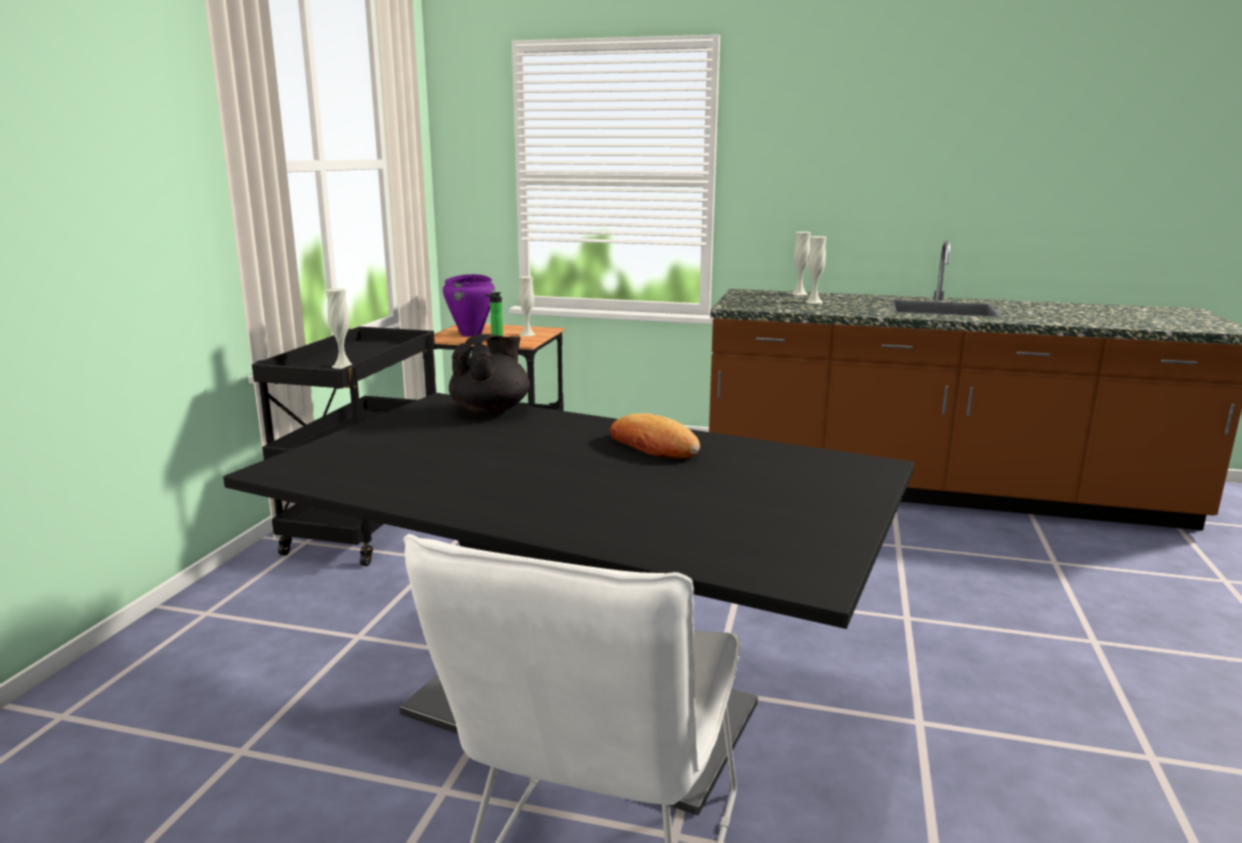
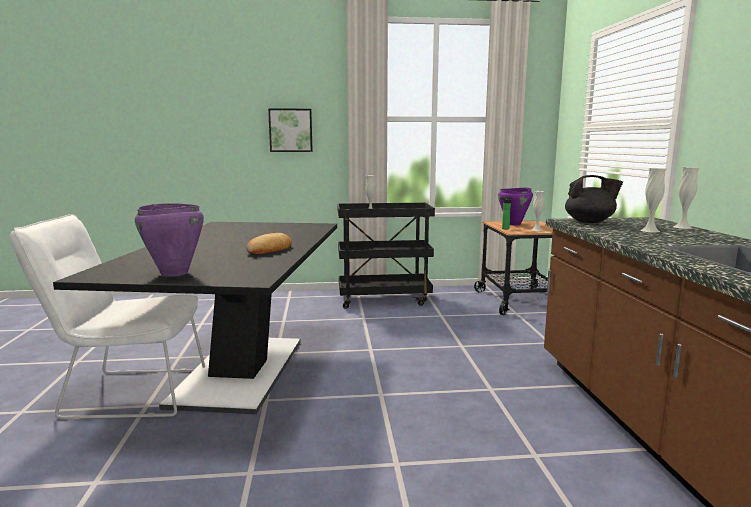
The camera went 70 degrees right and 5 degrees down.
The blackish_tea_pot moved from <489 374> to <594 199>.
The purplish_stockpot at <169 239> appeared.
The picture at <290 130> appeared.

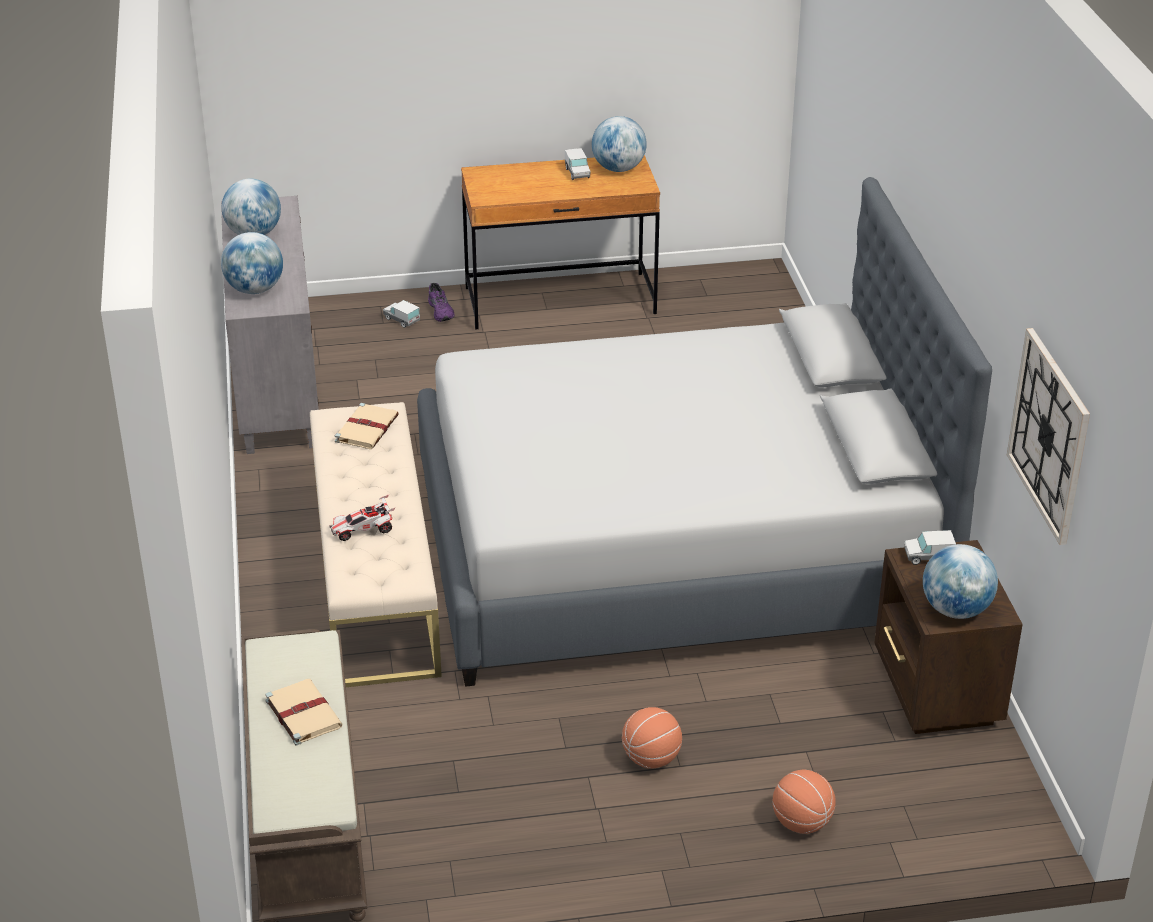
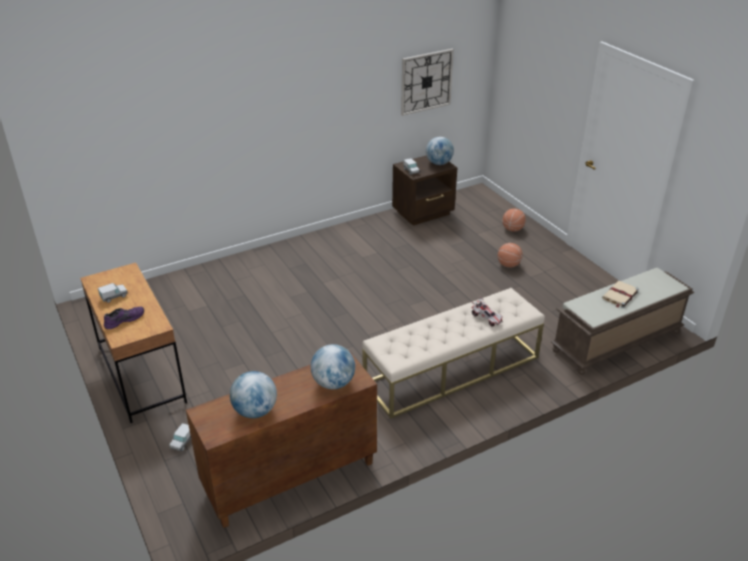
The camera went 110 degrees left and 0 degrees up.
The grey_cabinet at <270 325> became the brown-coloured_cabinet at <281 439>.
The beige-coloured_book at <367 426> disappeared.
The grey_bed at <704 432> disappeared.
The purplish_shoe moved from <441 302> to <124 317>.
The globe at <619 144> disappeared.

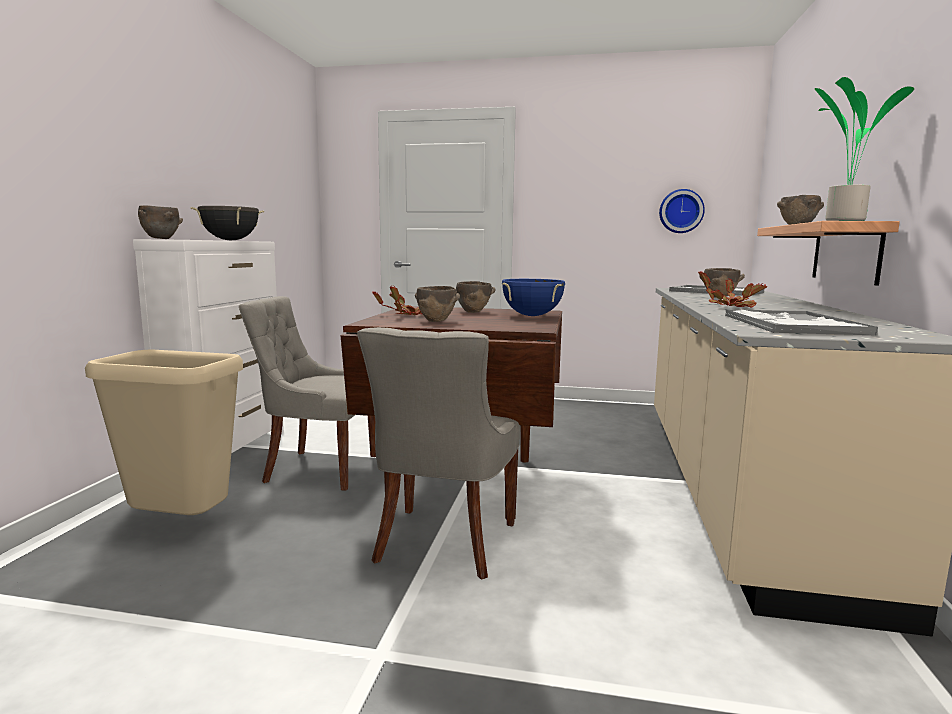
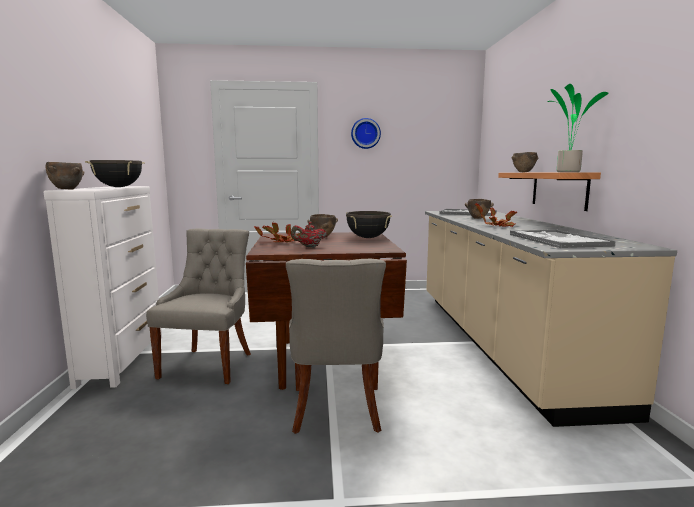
The camera went 15 degrees left and 0 degrees up.
The beige-coloured_rubbish_bin at <164 432> disappeared.
The grey_upright_chair at <307 393> turned 105 degrees clockwise.
The brown-coloured_serving_bowl at <437 304> was replaced by the red_tea_pot at <309 235>.
The bluish_stockpot at <533 297> became the blackish_stockpot at <369 224>.
The clock_on_the_wall moved from <682 211> to <366 133>.

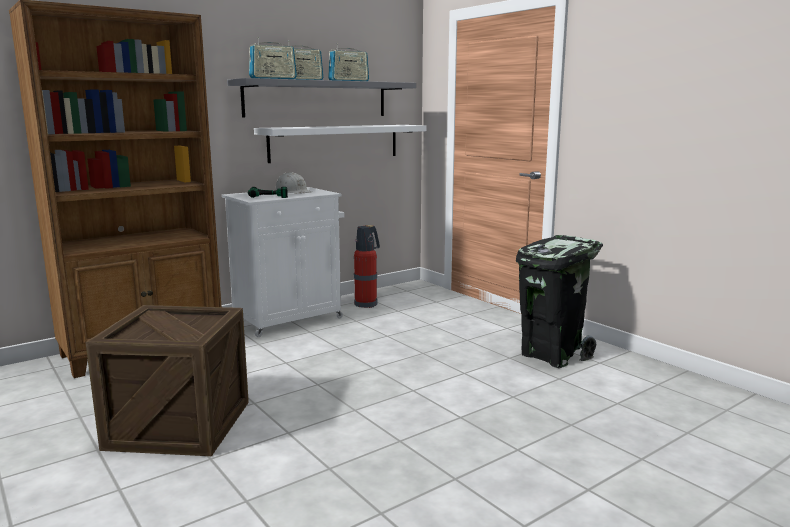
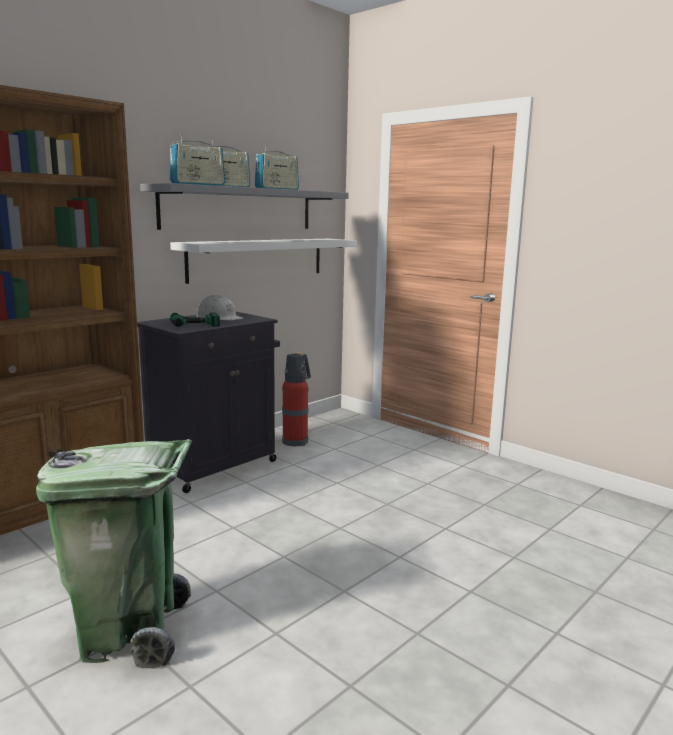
The camera went 10 degrees left and 0 degrees up.
The packing_crate at <167 380> was replaced by the green-coloured_rubbish_bin at <114 554>.
The white-coloured_cabinet at <283 262> became the blackish_cabinet at <208 402>.
The blackish_rubbish_bin at <559 301> disappeared.

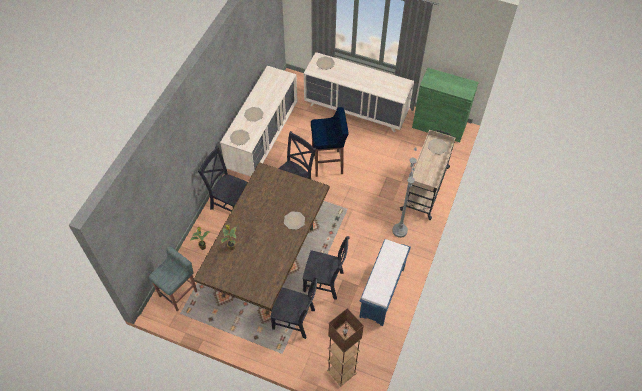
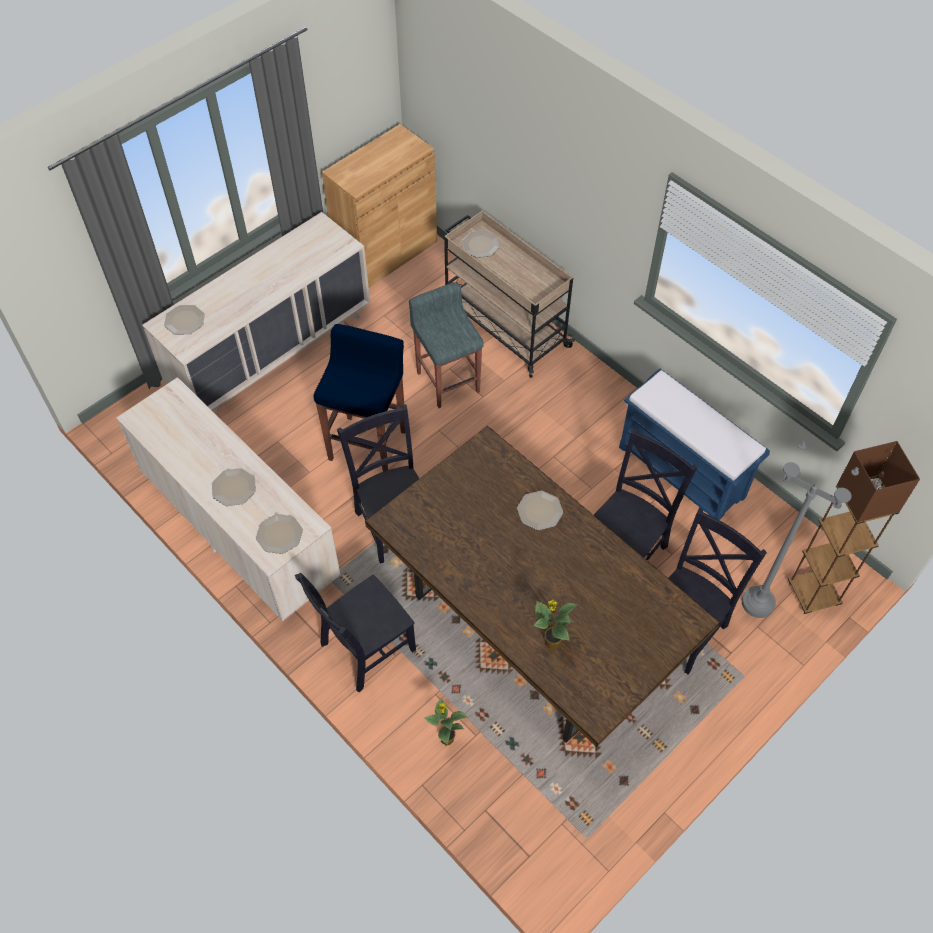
The camera went 65 degrees left and 0 degrees up.
The grey_stool moved from <173 278> to <446 345>.
The grey_floor_lamp moved from <404 192> to <800 529>.
The green-coloured_cabinet at <445 105> became the brown-coloured_cabinet at <379 206>.

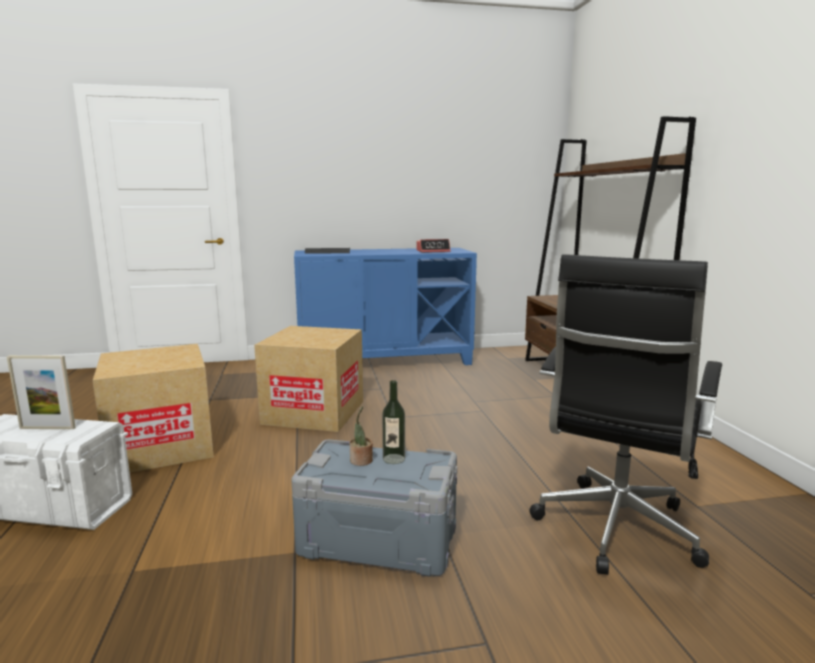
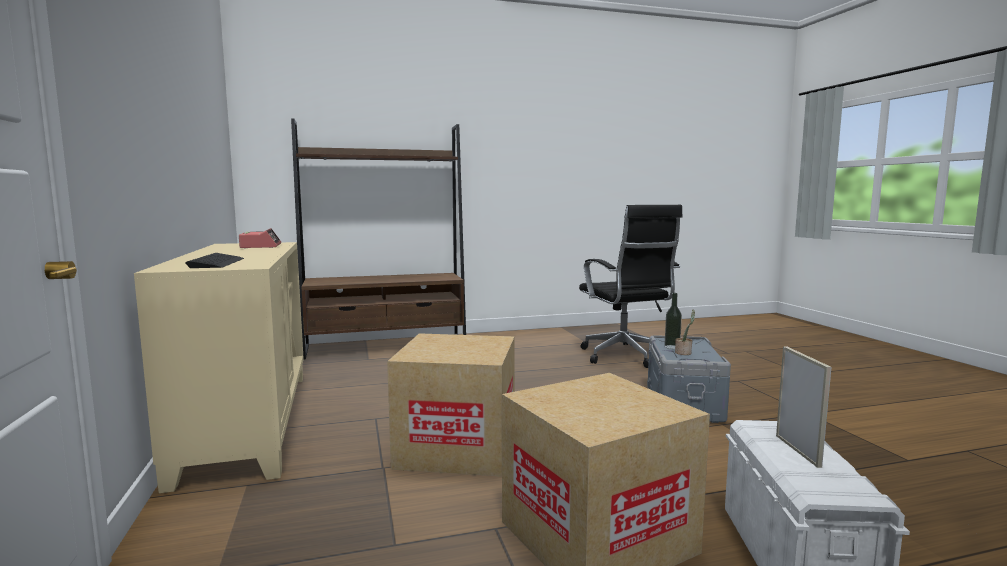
The camera went 95 degrees left and 5 degrees down.
The bluish_cabinet at <385 306> became the beige-coloured_cabinet at <219 367>.
The blackish_desk_chair at <625 414> turned 45 degrees clockwise.

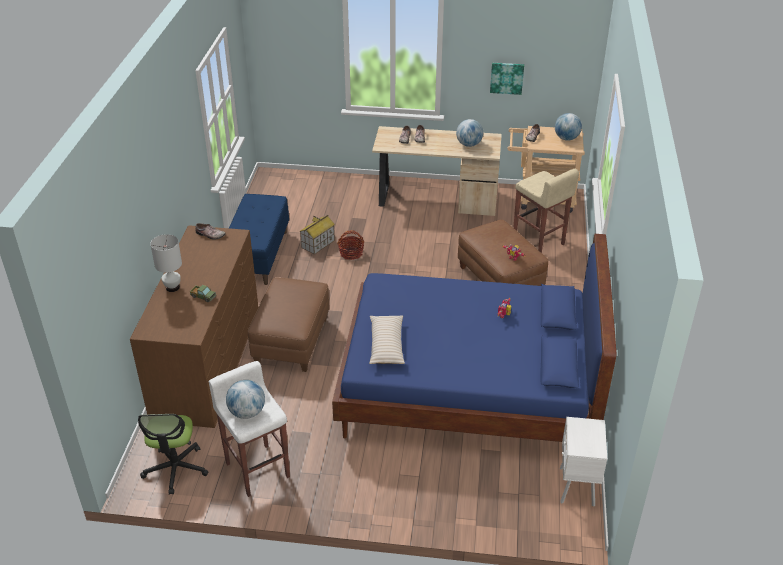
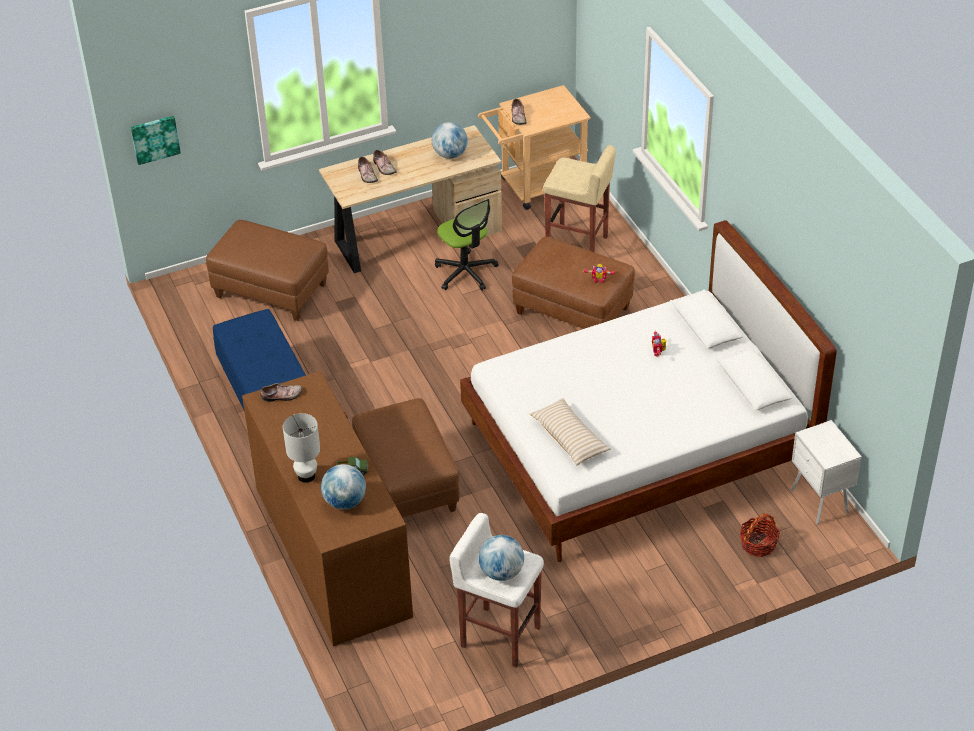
The camera went 30 degrees left and 5 degrees up.
The desk_chair moved from <173 454> to <467 244>.
The miniature_house at <317 235> disappeared.
The bluish_bed at <474 338> became the white-coloured_bed at <648 391>.
The storage_basket moved from <351 245> to <760 535>.
The picture moved from <507 79> to <156 140>.
The globe moved from <568 127> to <343 487>.
The brown-coloured_pouffe at <267 270> appeared.

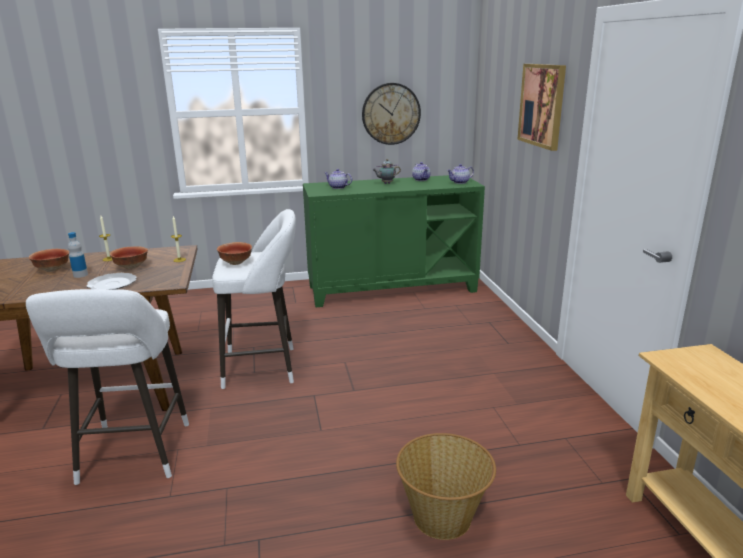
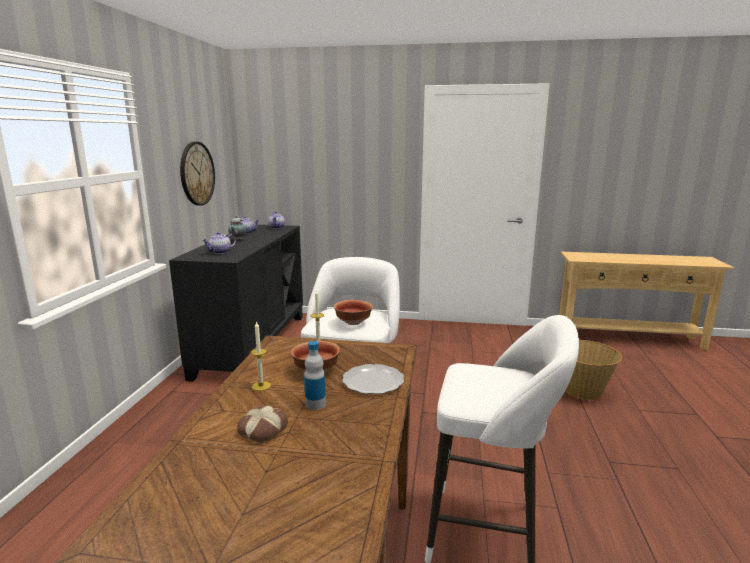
The camera went 70 degrees left and 5 degrees down.
The serving_bowl at <49 260> was replaced by the bread at <262 424>.
The green-coloured_cabinet at <394 241> became the blackish_cabinet at <236 303>.
The picture at <541 107> disappeared.

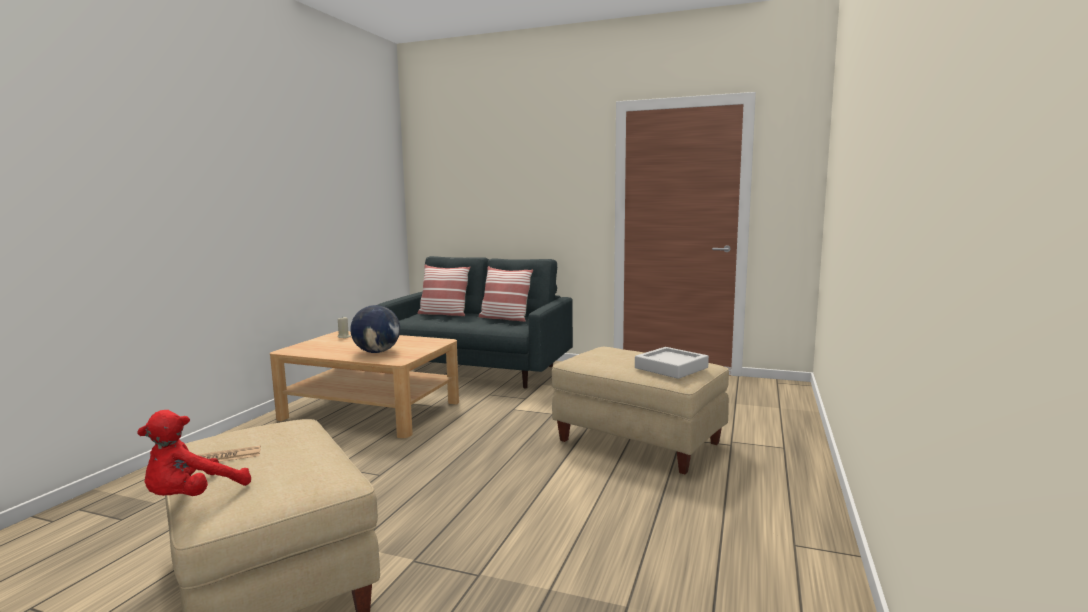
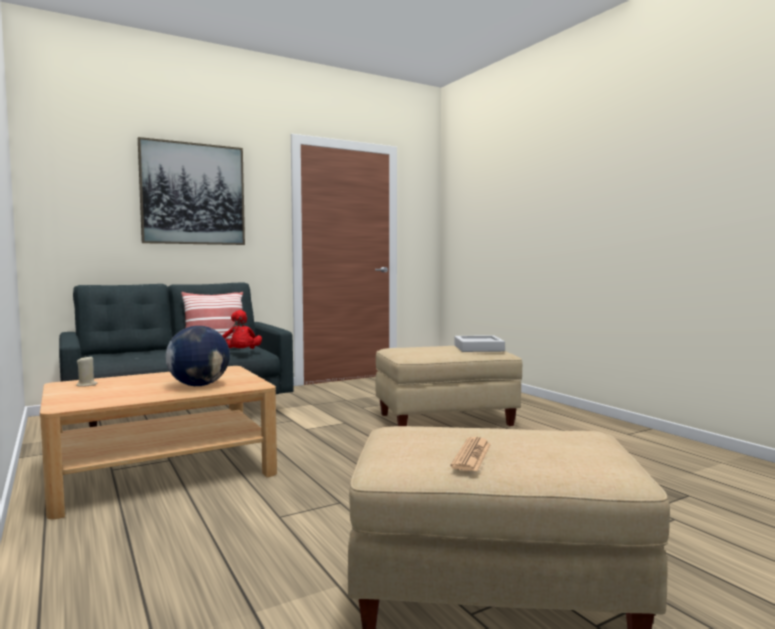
The camera went 50 degrees left and 5 degrees down.
The red_cuddly_toy moved from <194 453> to <242 329>.
The throw_pillow at <444 290> disappeared.
The picture at <191 191> appeared.

